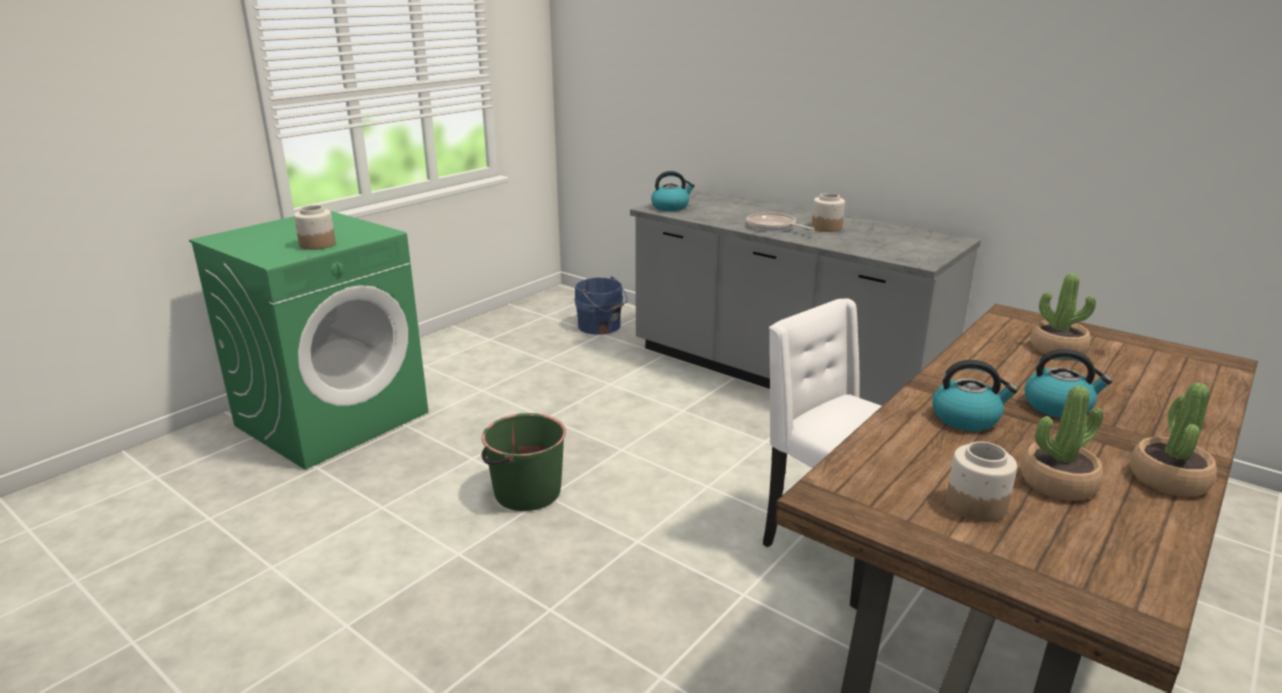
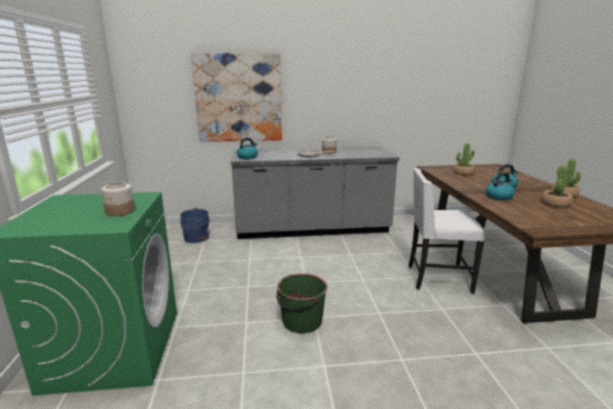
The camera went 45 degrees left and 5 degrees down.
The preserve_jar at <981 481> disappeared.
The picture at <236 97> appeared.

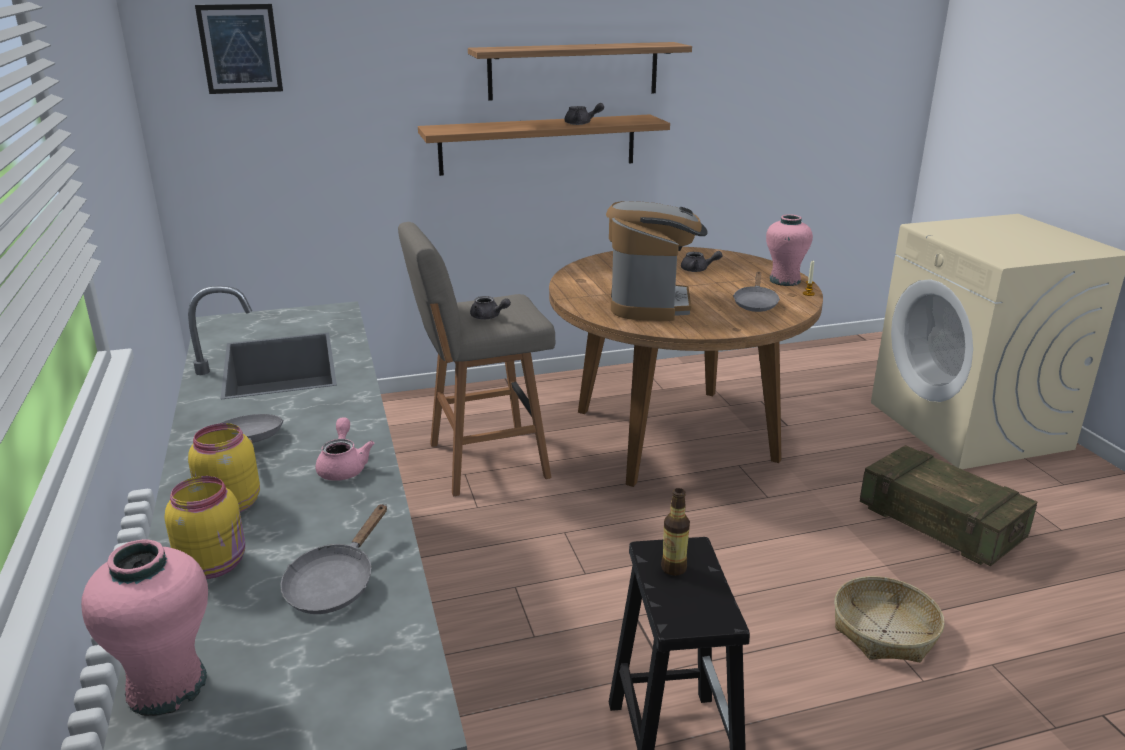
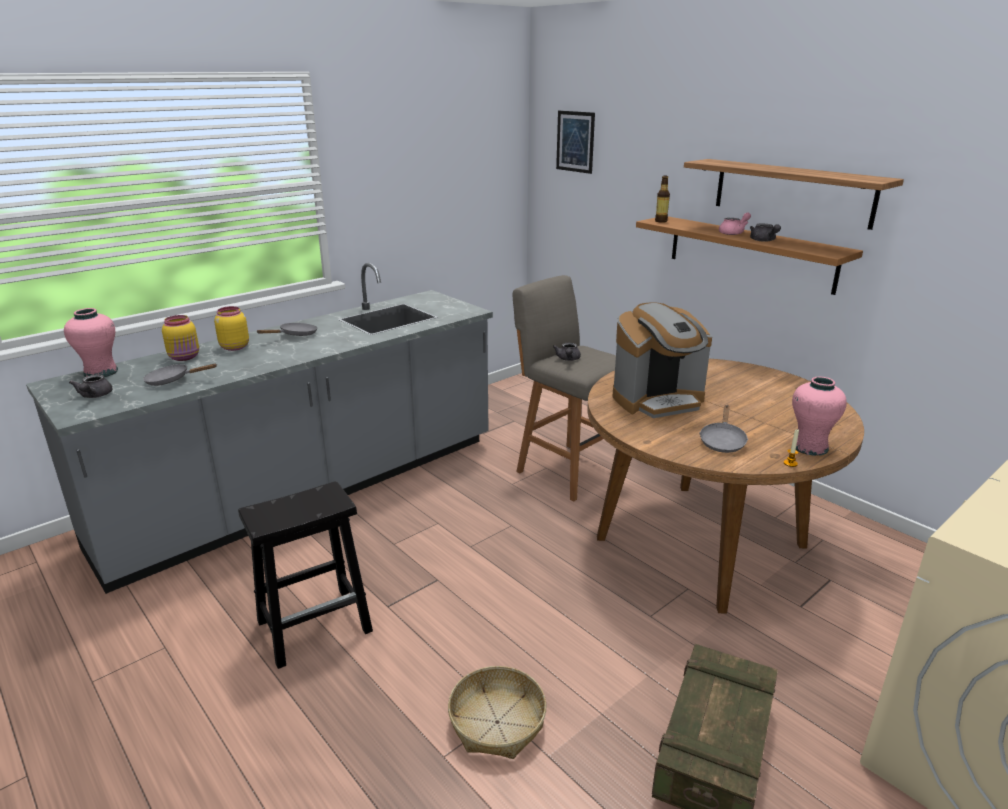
The camera went 65 degrees right and 0 degrees up.
The pink_tea_pot moved from <345 449> to <735 223>.
The bottle moved from <675 532> to <662 199>.
The grey_tea_pot moved from <701 261> to <90 386>.
The grey_pan at <756 292> turned 60 degrees counterclockwise.

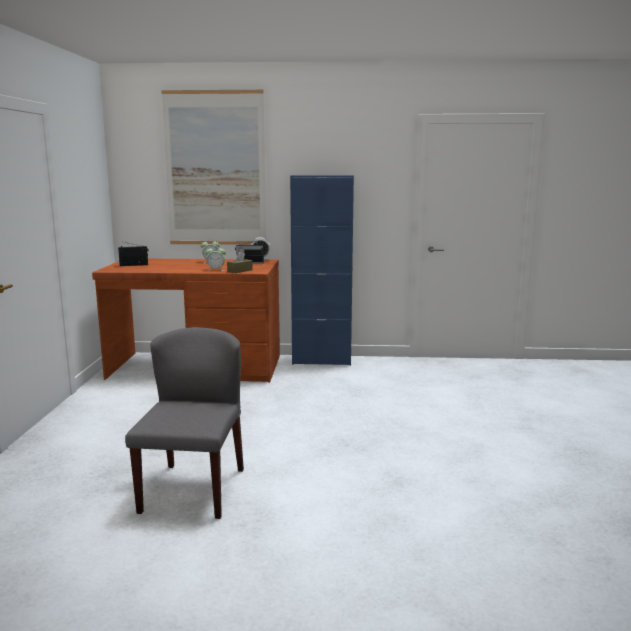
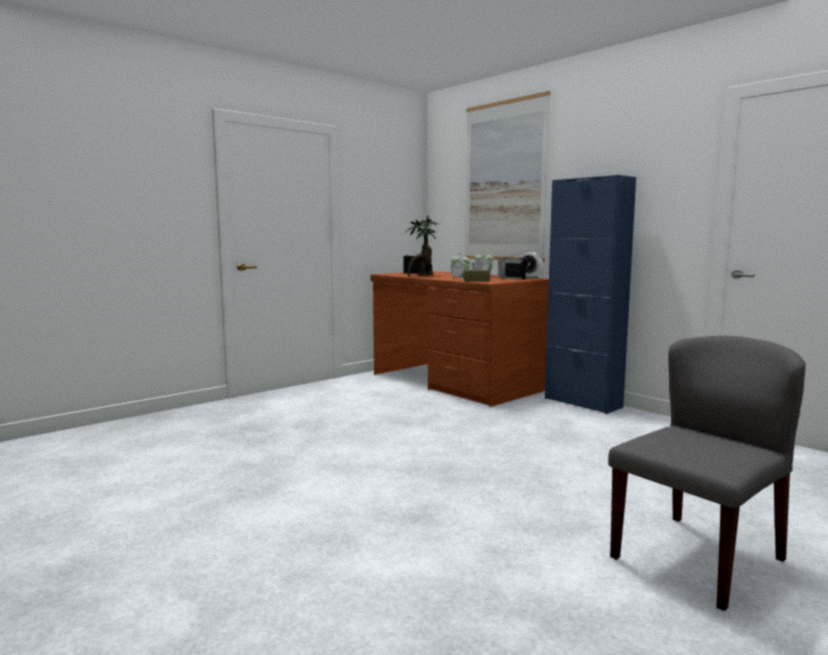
The camera went 45 degrees right and 5 degrees down.
The grey_upright_chair moved from <184 423> to <707 473>.
The houseplant at <422 245> appeared.

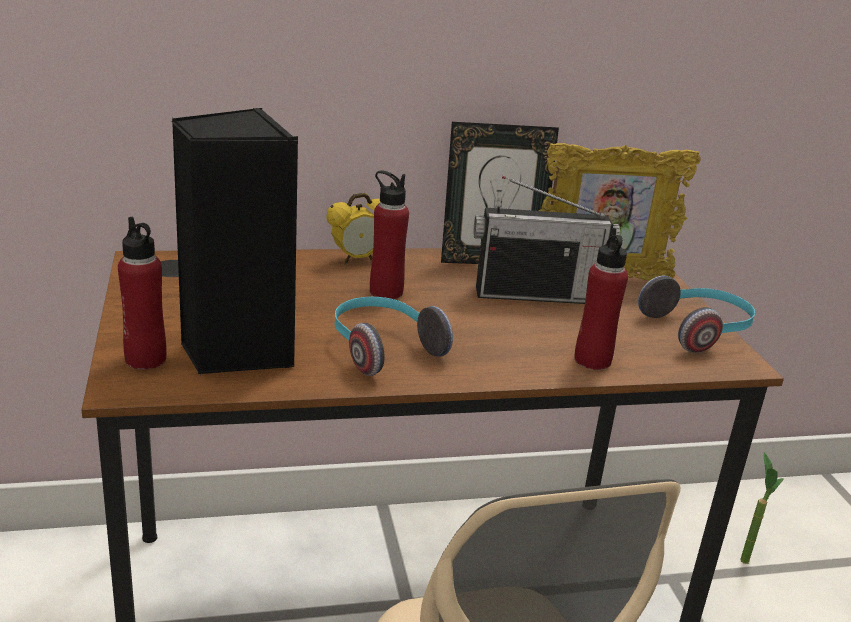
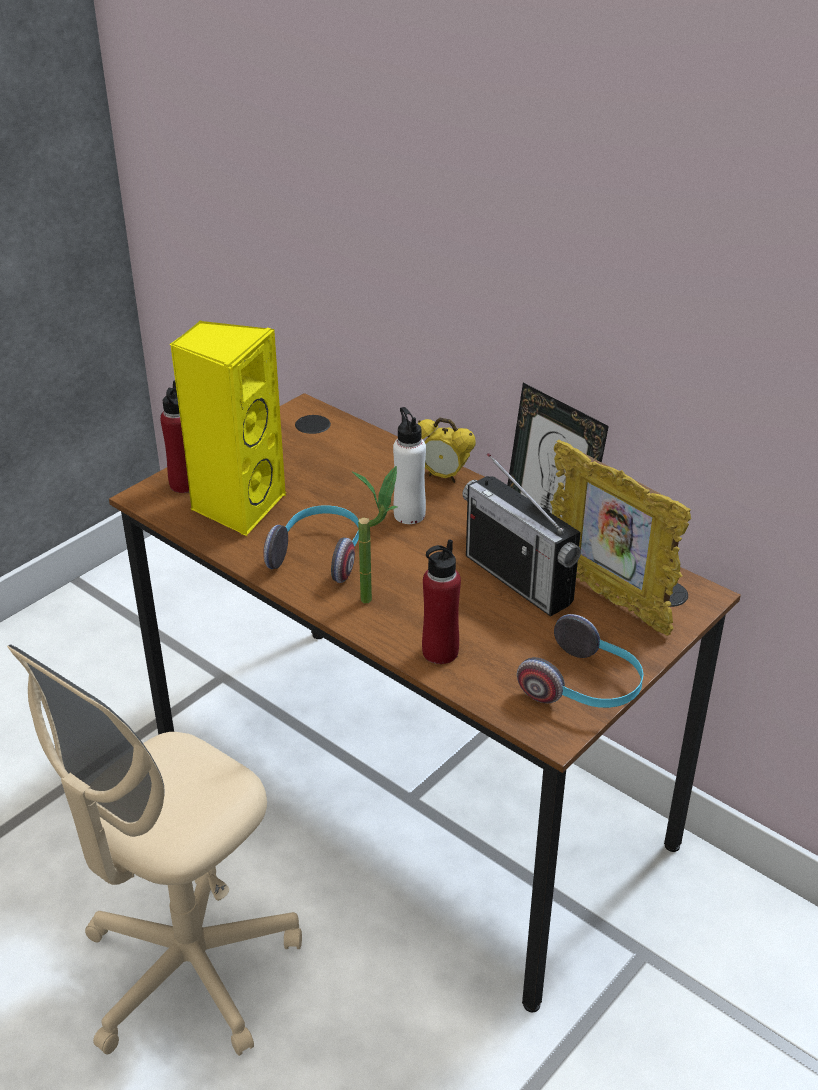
The camera went 55 degrees right and 10 degrees up.
The blackish_loudspeaker at <234 241> became the yellowish_loudspeaker at <227 428>.
The red_bottle at <389 234> became the white-coloured_bottle at <409 465>.
The houseplant moved from <762 508> to <374 534>.

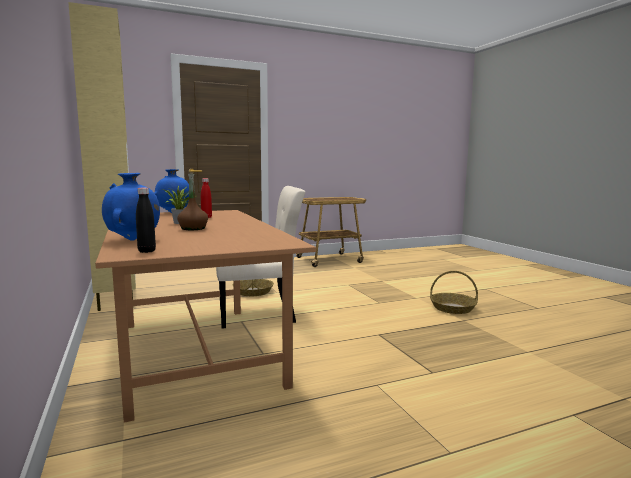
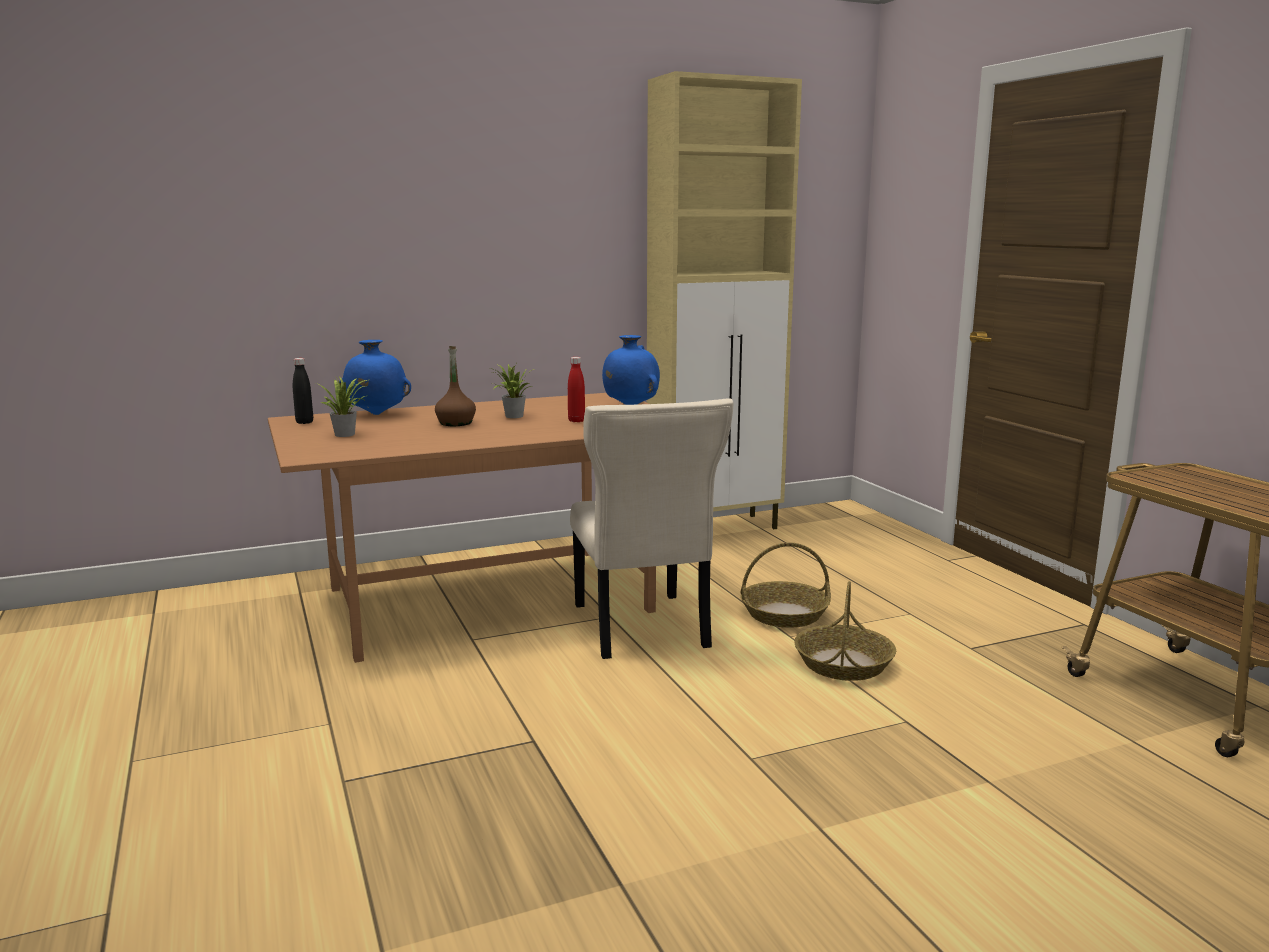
The camera went 90 degrees right and 5 degrees up.
The storage_basket moved from <454 292> to <845 631>.
The houseplant at <341 406> appeared.

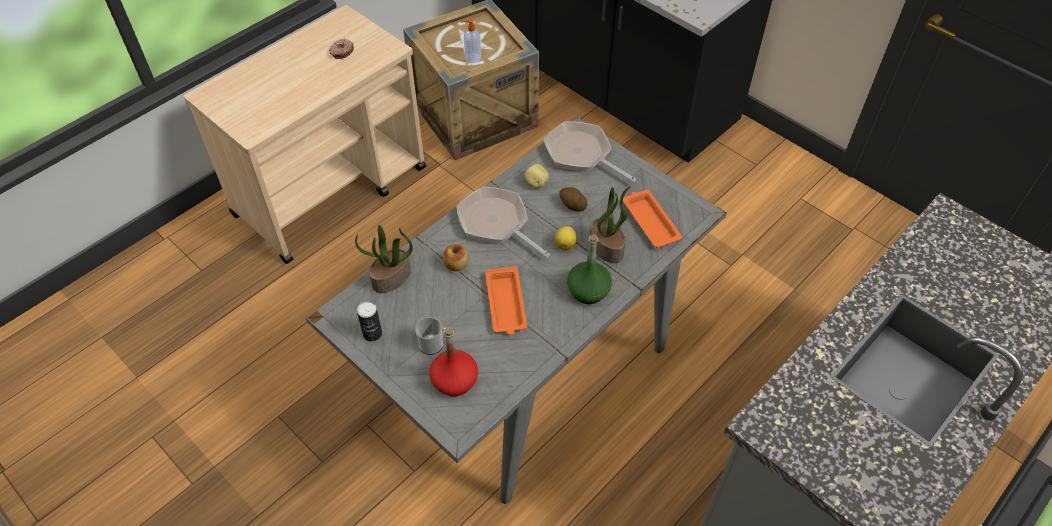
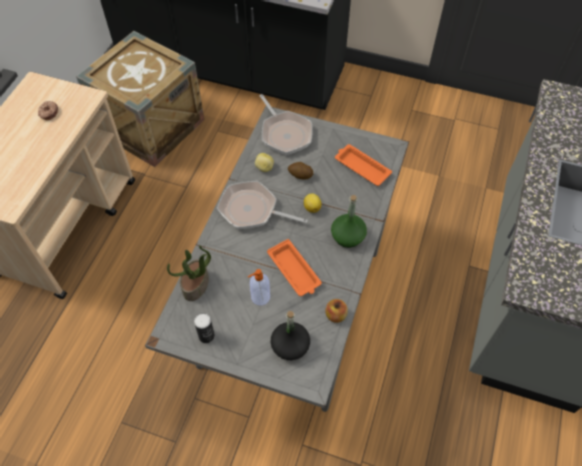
The camera went 25 degrees left and 5 degrees up.
The tea_mug at <431 336> disappeared.
The red_bottle at <453 362> became the blackish_bottle at <290 335>.
The apple moved from <456 258> to <336 311>.
The soap_bottle moved from <471 41> to <259 287>.
The pan at <590 151> turned 135 degrees counterclockwise.
The houseplant at <610 224> disappeared.

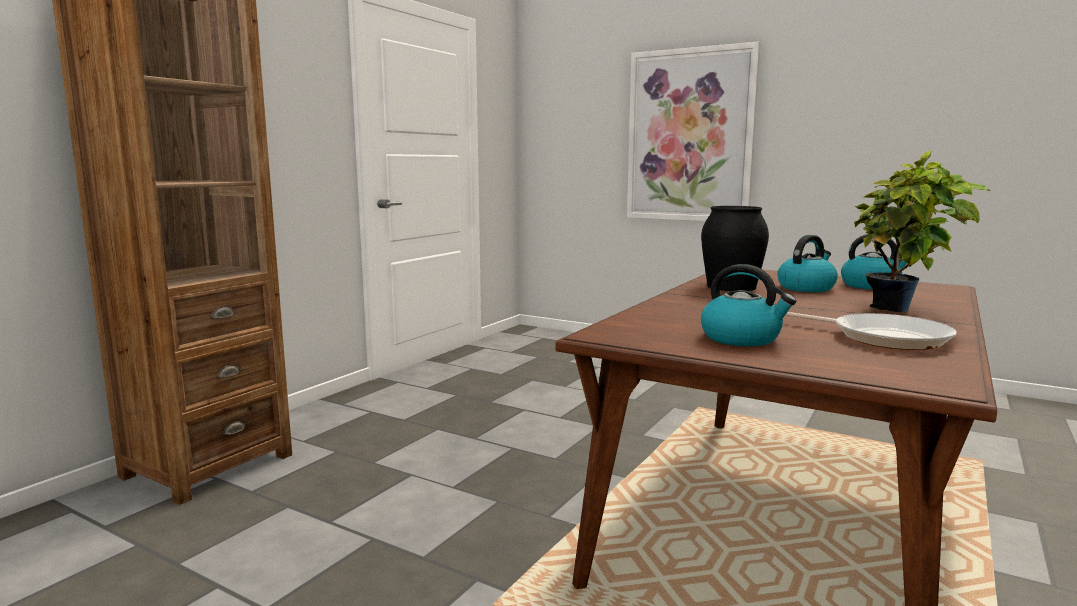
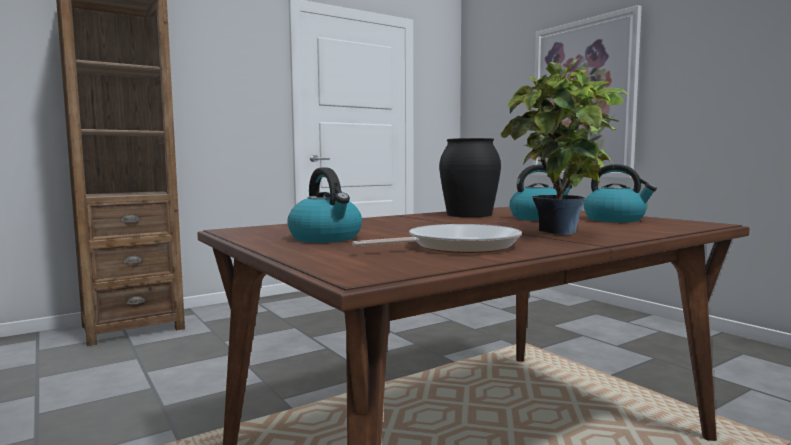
The camera went 25 degrees right and 5 degrees down.
The pan at <871 331> turned 90 degrees counterclockwise.

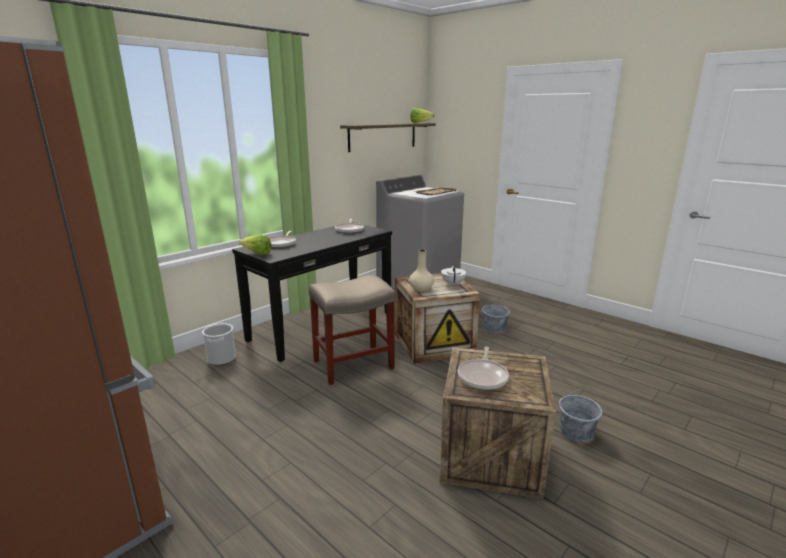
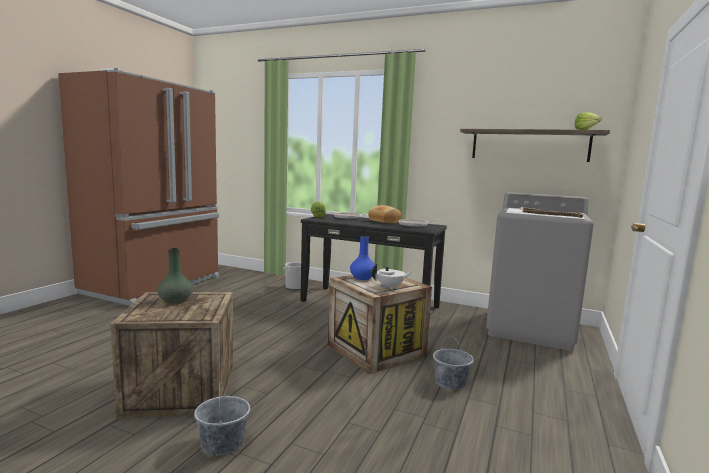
The camera went 70 degrees right and 10 degrees down.
The beige-coloured_stool at <352 330> disappeared.
The beige-coloured_flower_vase at <421 270> became the bluish_flower_vase at <362 258>.
The pan at <483 368> was replaced by the green-coloured_flower_vase at <175 276>.
The bread at <384 214> appeared.

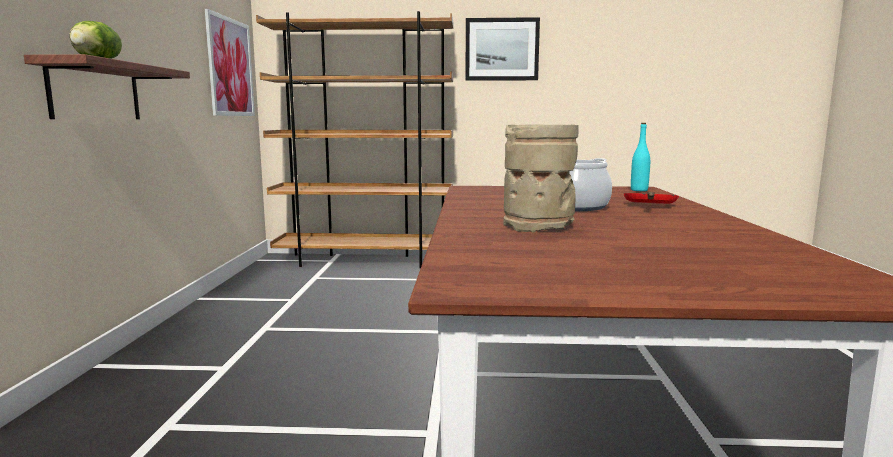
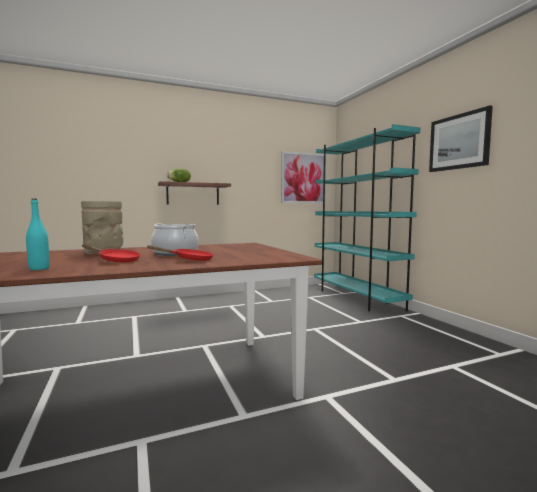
The camera went 65 degrees right and 5 degrees down.
The brown-coloured_bookshelf at <354 140> became the blue-green_bookshelf at <367 217>.
The blue-green_bottle moved from <640 157> to <38 234>.
The red_pan at <111 253> appeared.

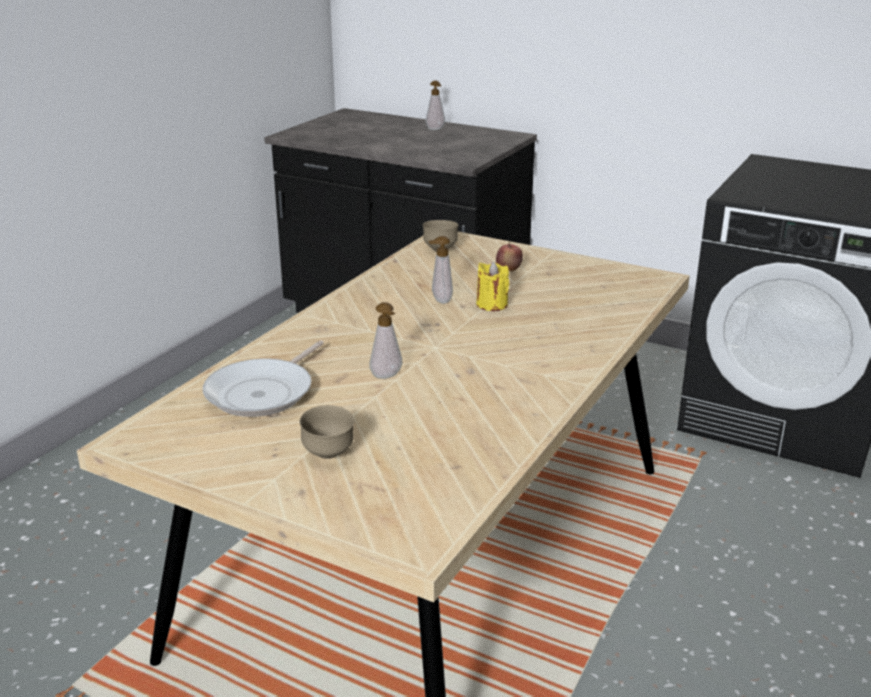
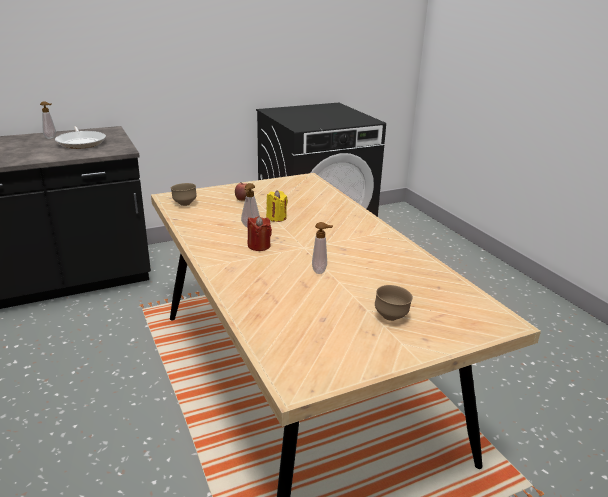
The camera went 55 degrees left and 0 degrees up.
The pan moved from <263 378> to <80 137>.
The red_candle at <259 233> appeared.

